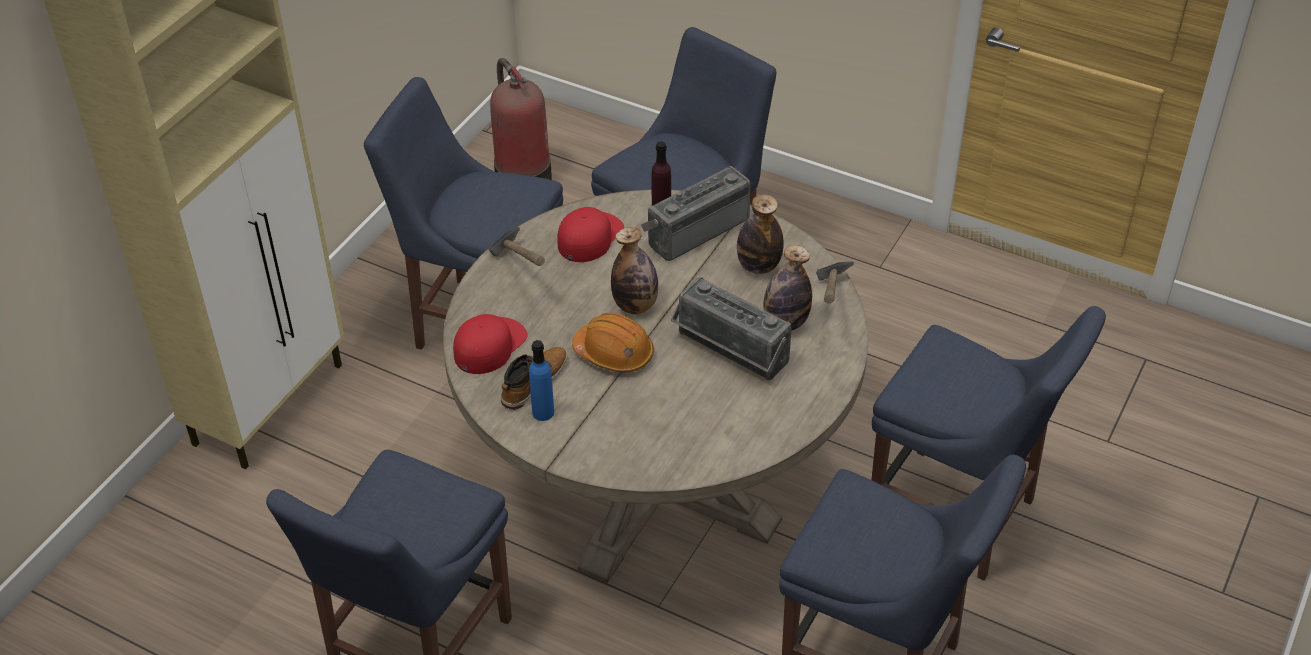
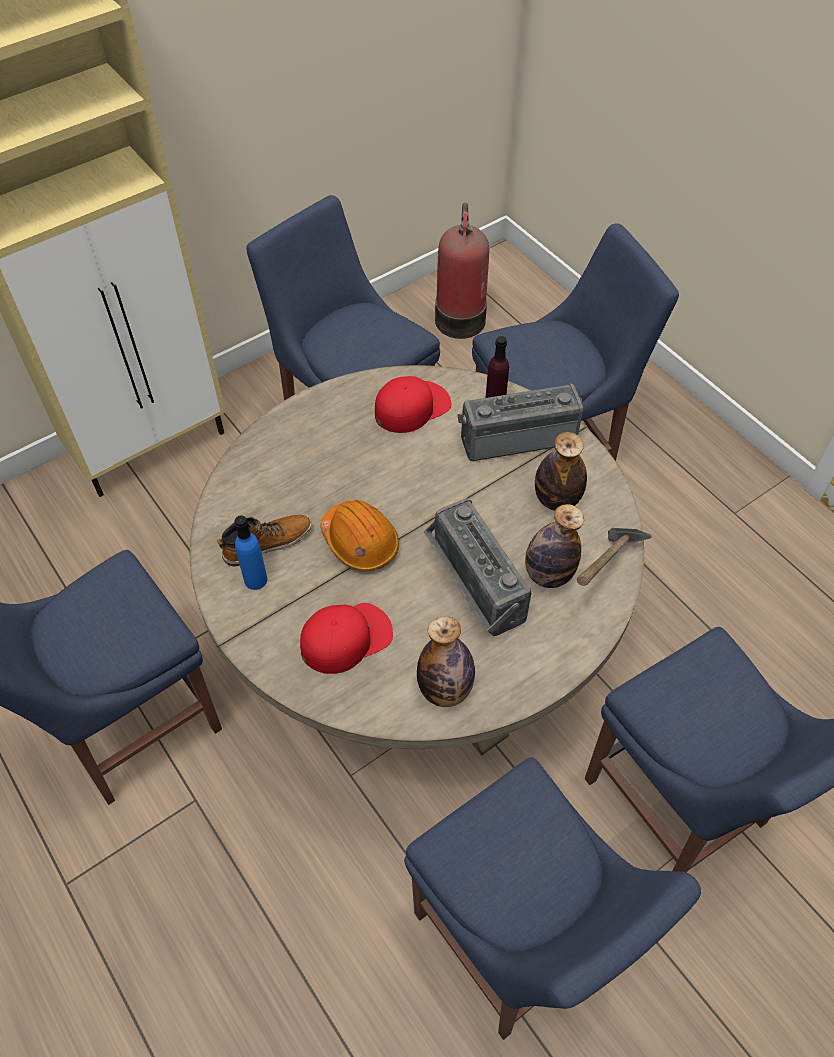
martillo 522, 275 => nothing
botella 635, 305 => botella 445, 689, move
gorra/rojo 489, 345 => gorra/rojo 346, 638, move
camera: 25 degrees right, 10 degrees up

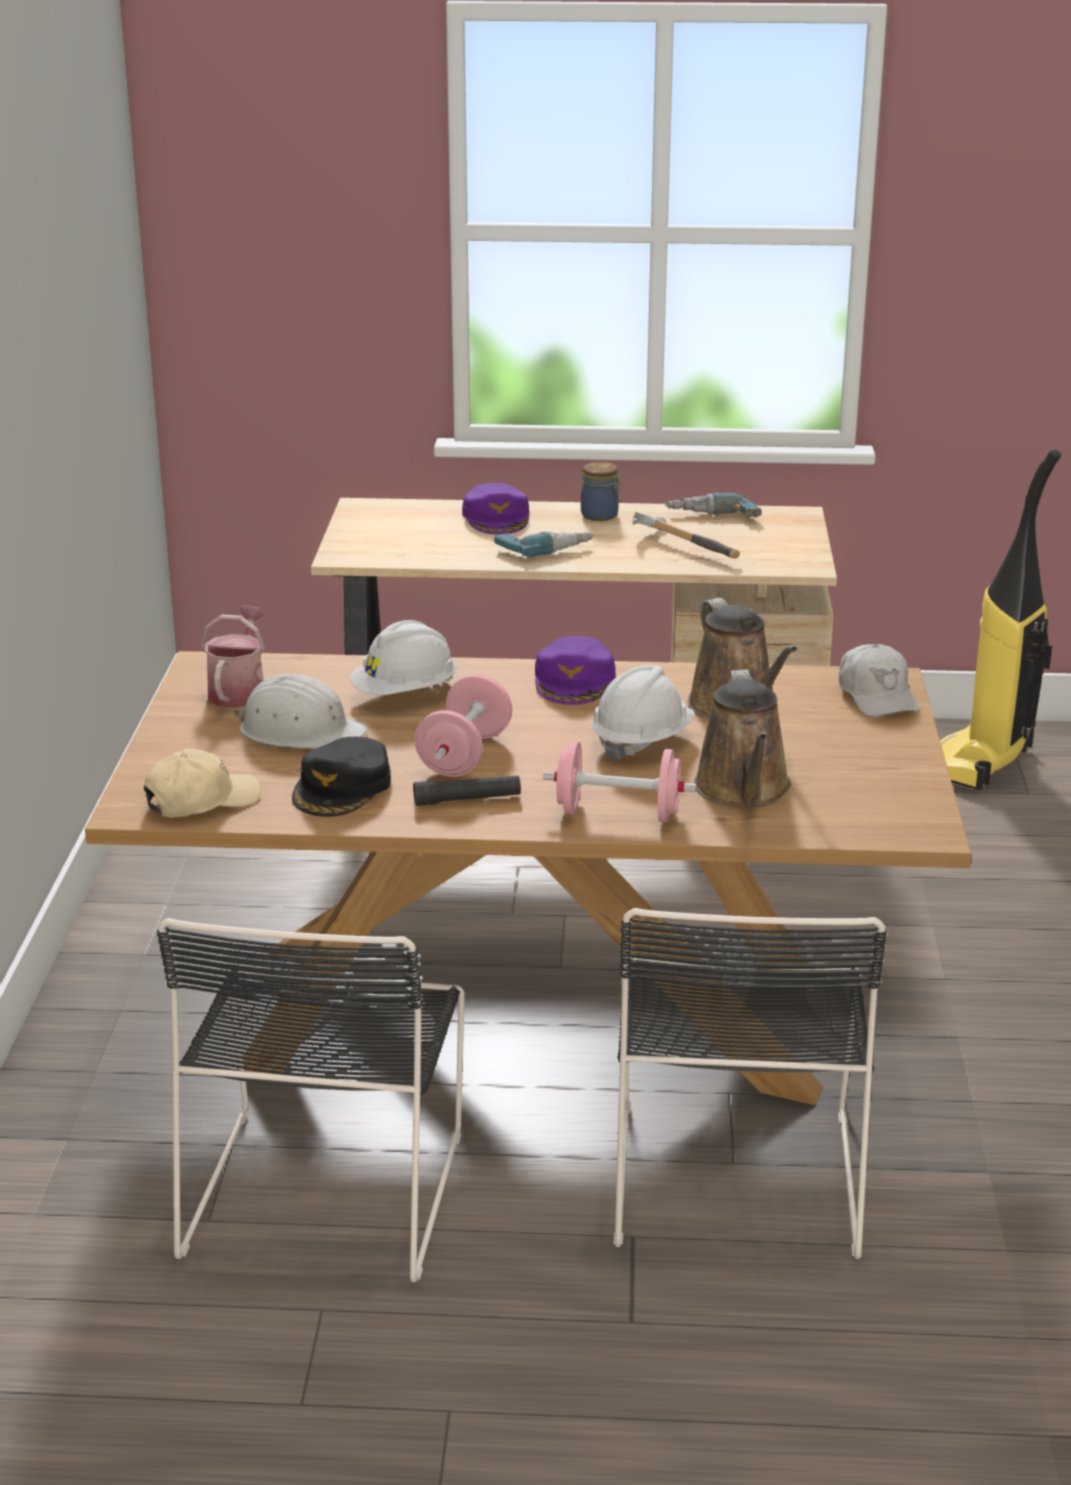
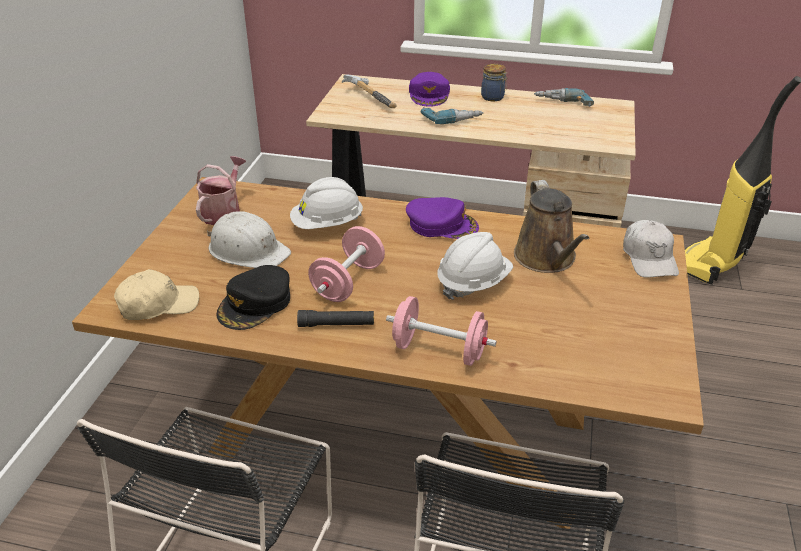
martillo 685, 546 => martillo 372, 97, move
gorra/morado 575, 681 => gorra/morado 442, 224, 90 degrees counterclockwise
regadera/marrón 743, 790 => nothing
camera: 10 degrees right, 10 degrees up

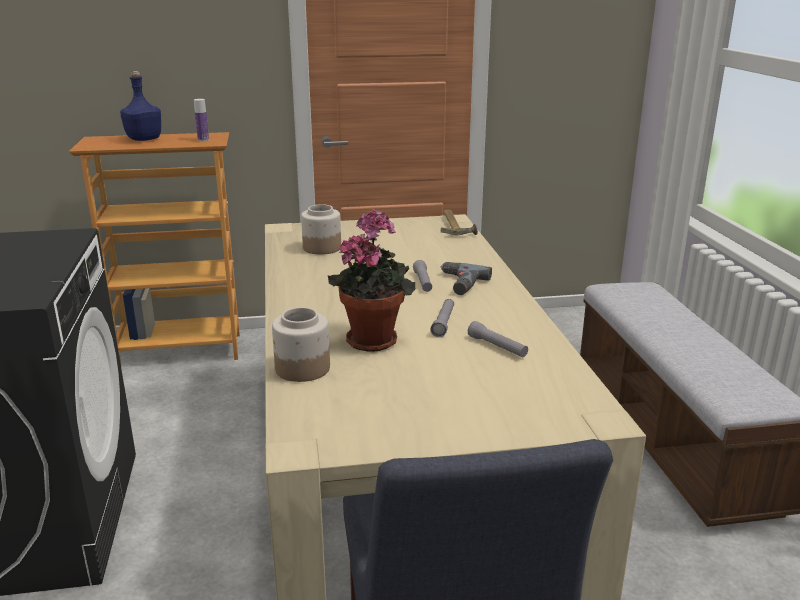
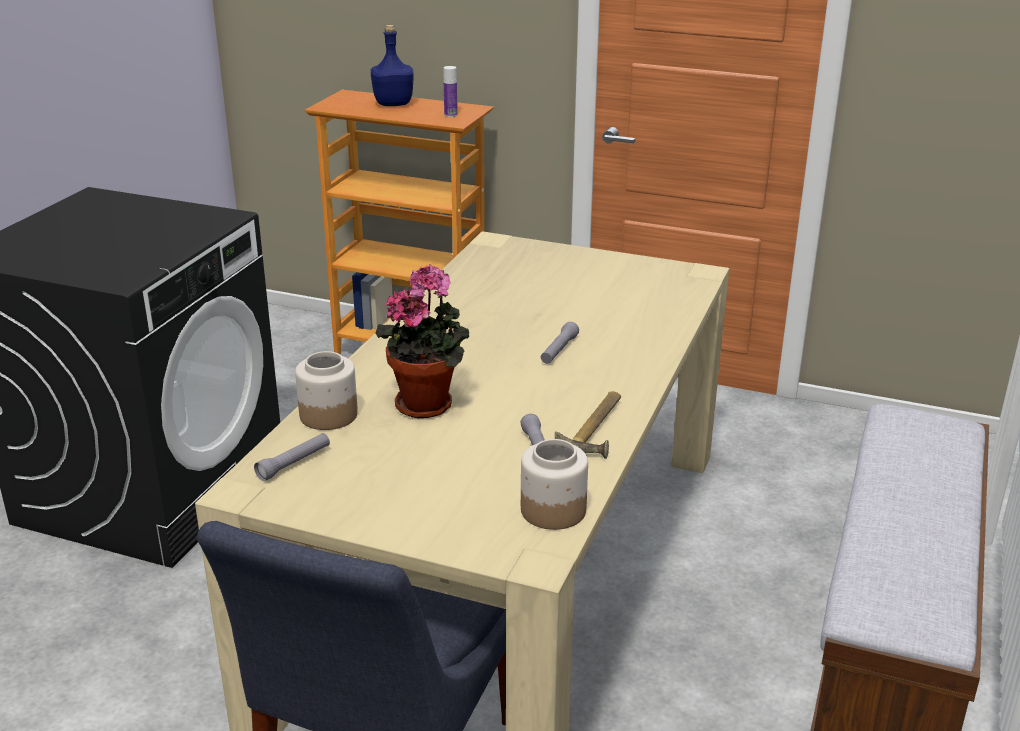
tarro 321, 248 => tarro 552, 510, move
martillo 455, 226 => martillo 599, 429, move
taladro 458, 284 => nothing
linterna/gris 443, 323 => linterna/gris 294, 463, move
camera: 30 degrees right, 5 degrees up

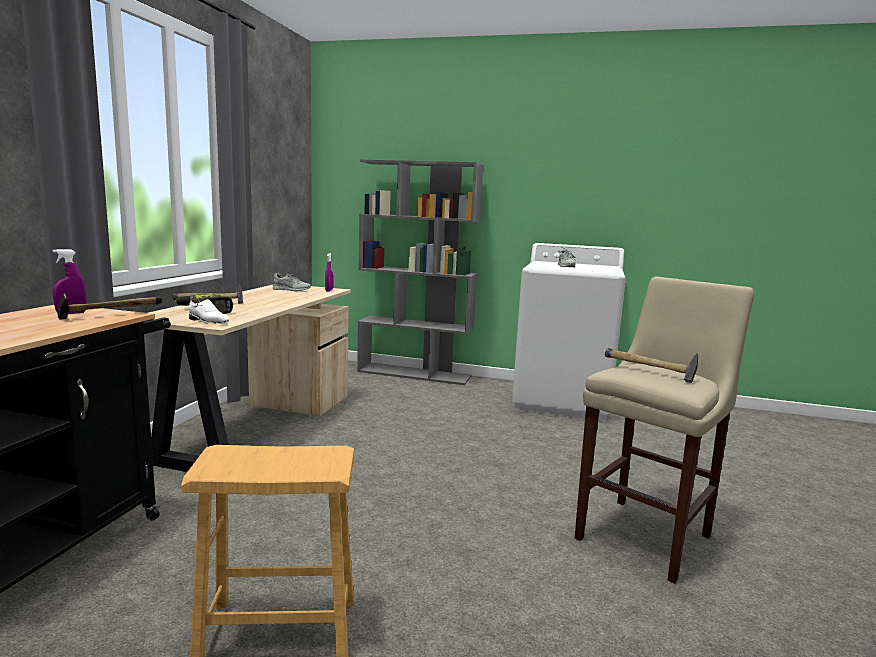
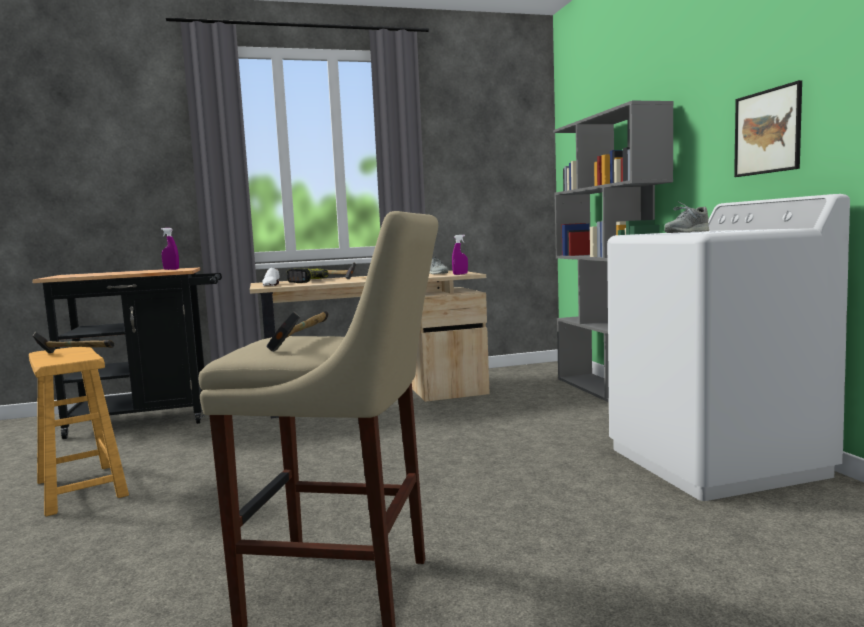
martillo 110, 315 => martillo 75, 354, move
nothing => cuadro 767, 132
camera: 60 degrees right, 5 degrees down

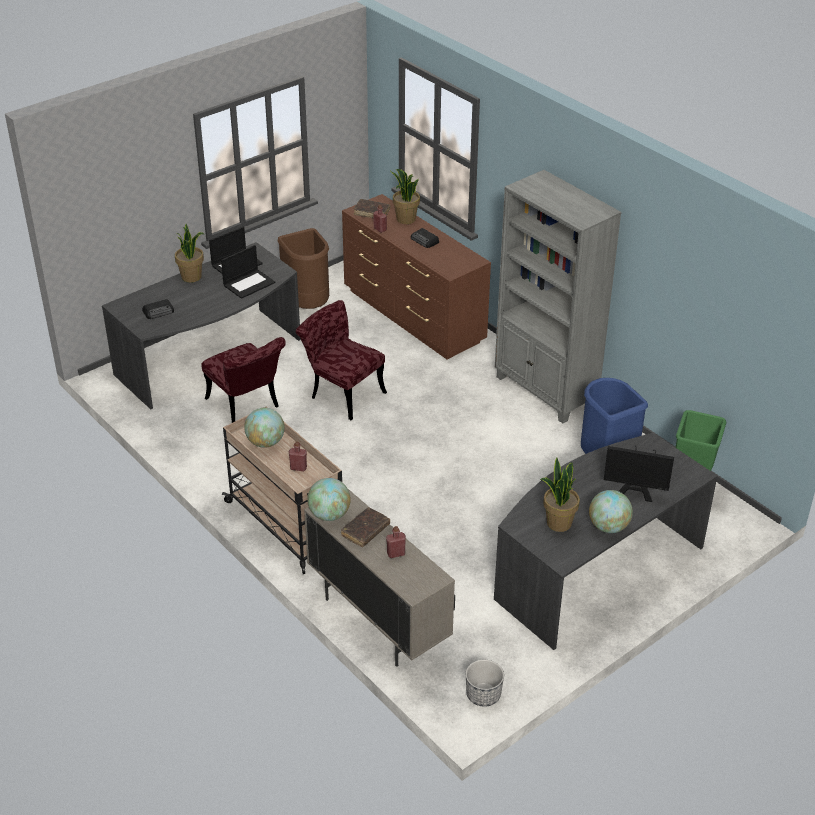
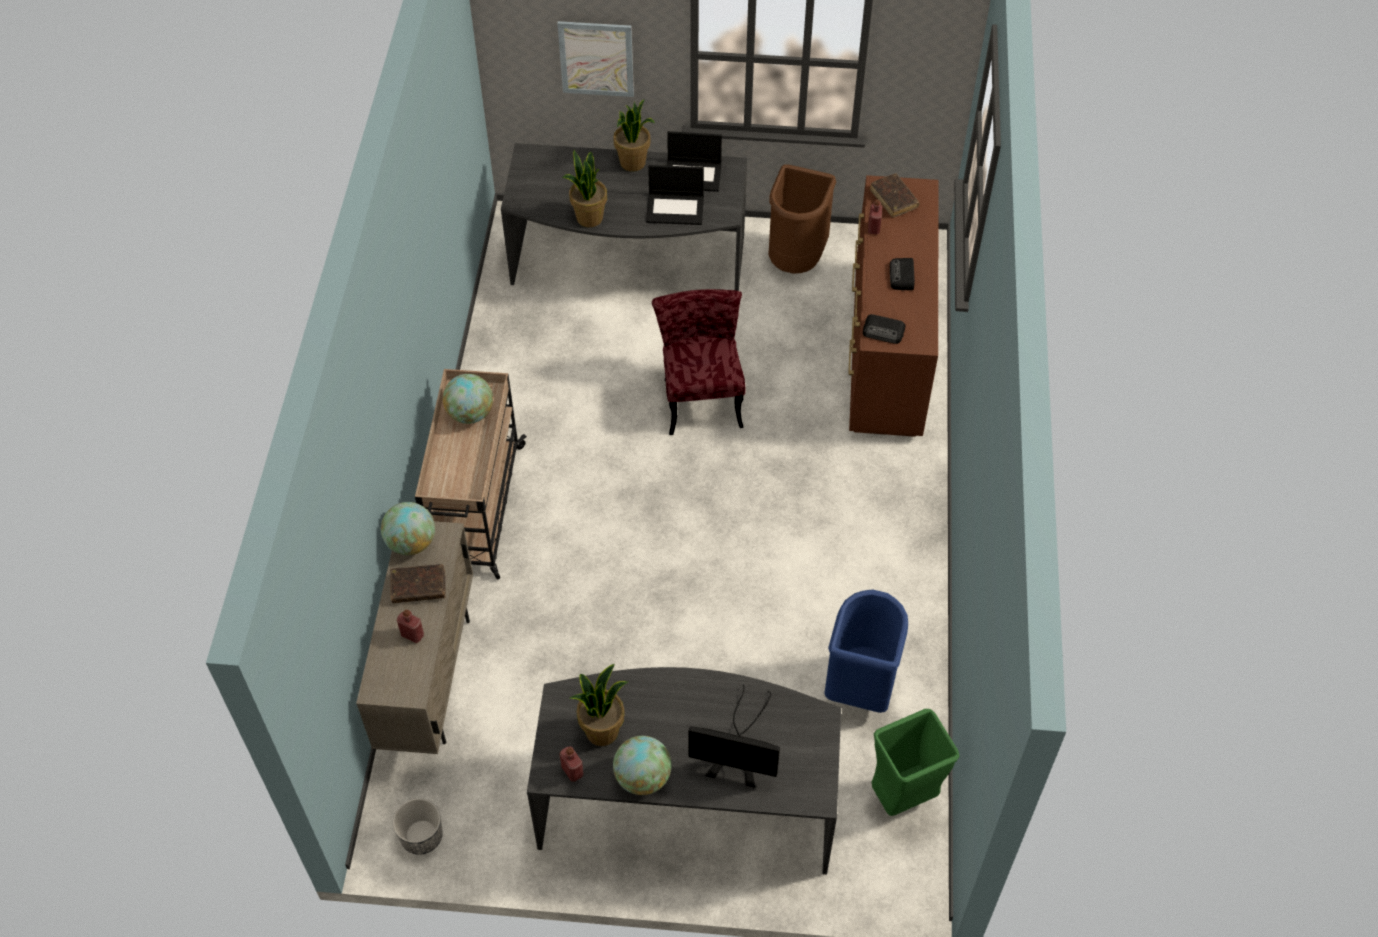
planta en maceta 405, 219 => planta en maceta 589, 218, move
estantería/gris 545, 391 => nothing
radio 159, 311 => radio 884, 332, move
silla/rojo 246, 406 => nothing
botella/rojo 298, 468 => botella/rojo 572, 771, move
monitor 636, 484 => monitor 737, 754, 45 degrees counterclockwise
nothing => cuadro 596, 58
camera: 45 degrees right, 15 degrees up

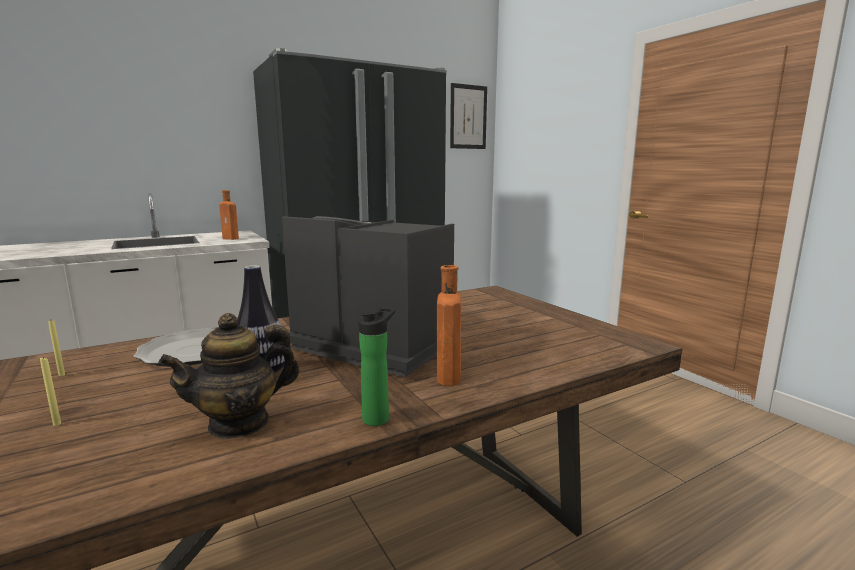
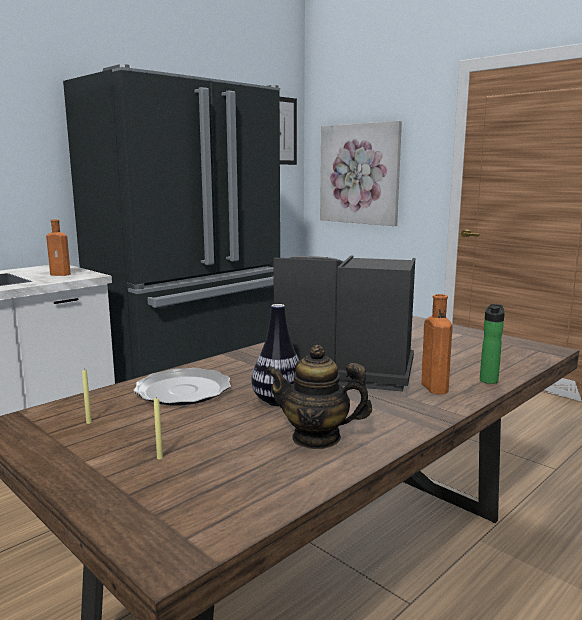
botella 378, 418 => botella 489, 379, move
tetera 239, 423 => tetera 316, 438, 60 degrees clockwise
nothing => cuadro 359, 174
camera: 15 degrees left, 0 degrees up

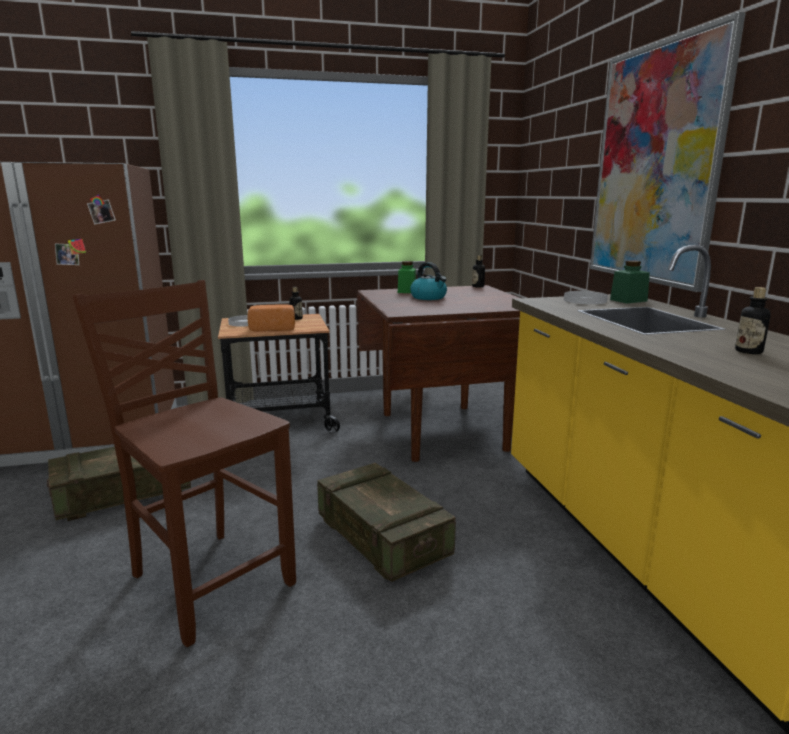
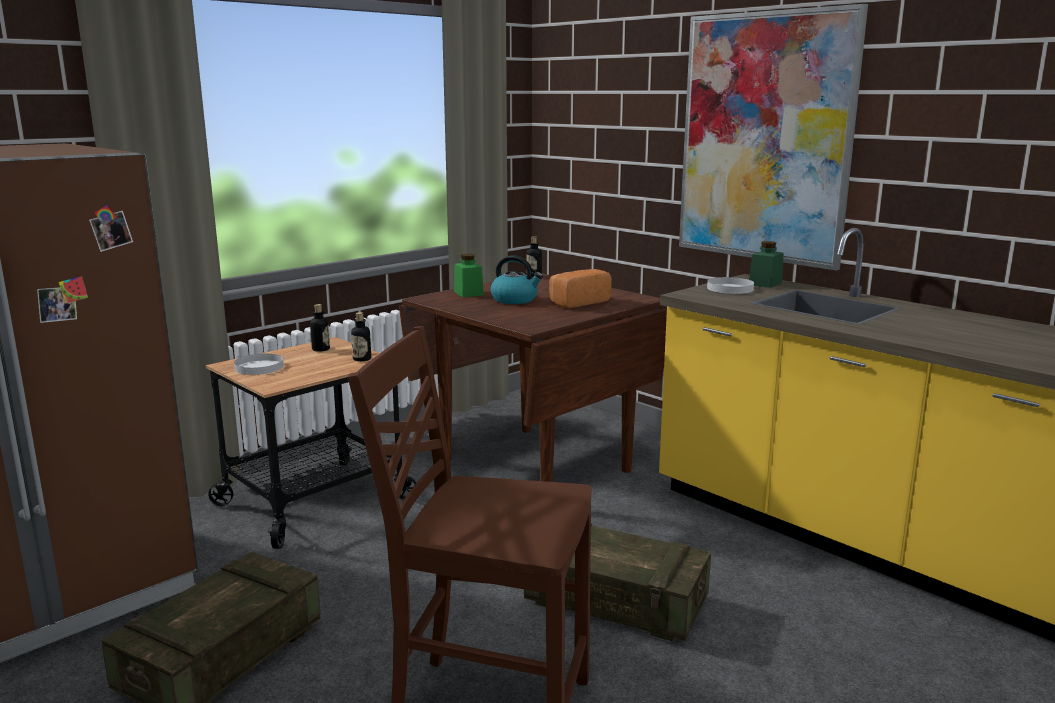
botella 748, 351 => botella 362, 359, move
pan 272, 328 => pan 577, 302, move
camera: 30 degrees left, 0 degrees up

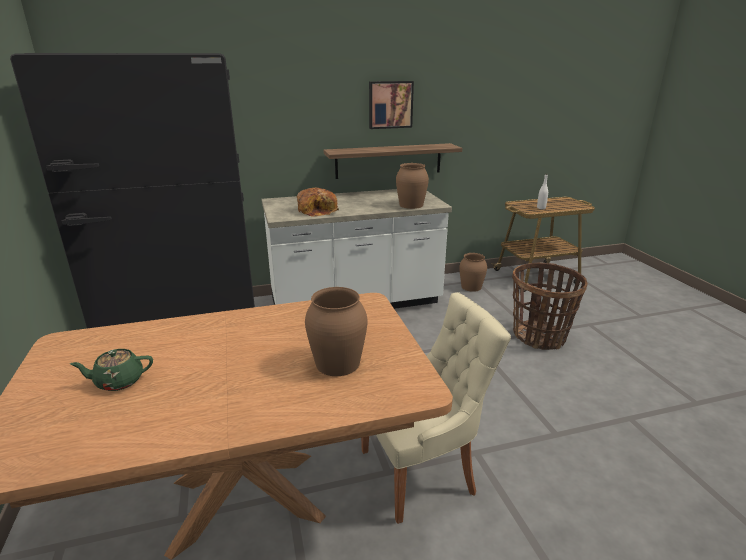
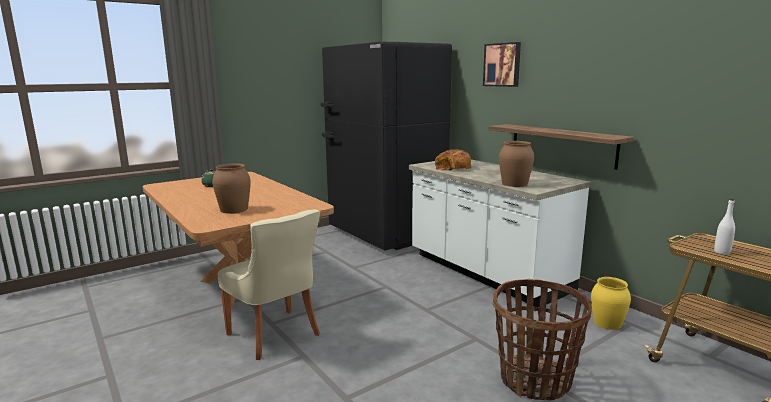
cuadro 390, 104 => cuadro 502, 65, move
florero/marrón 471, 287 => florero/amarillo 607, 323
camera: 70 degrees right, 10 degrees down

